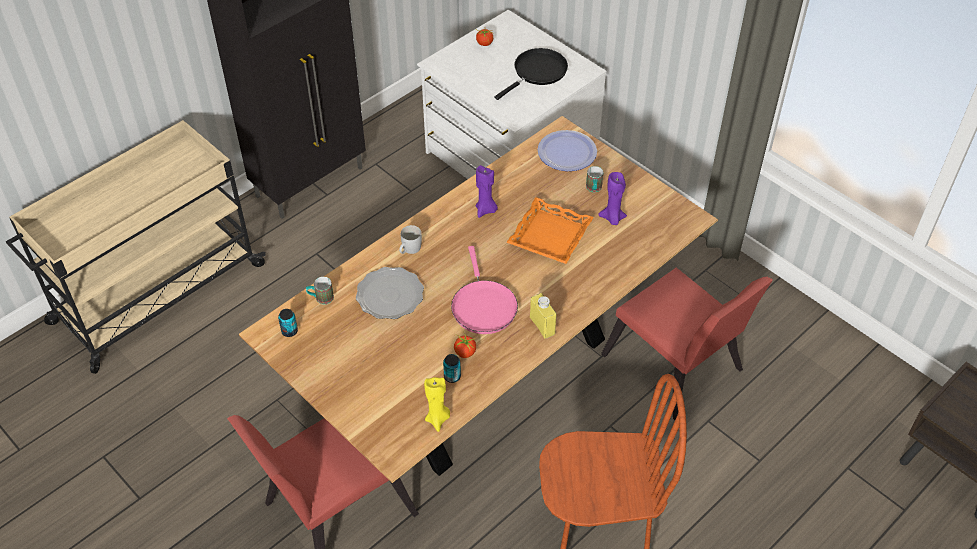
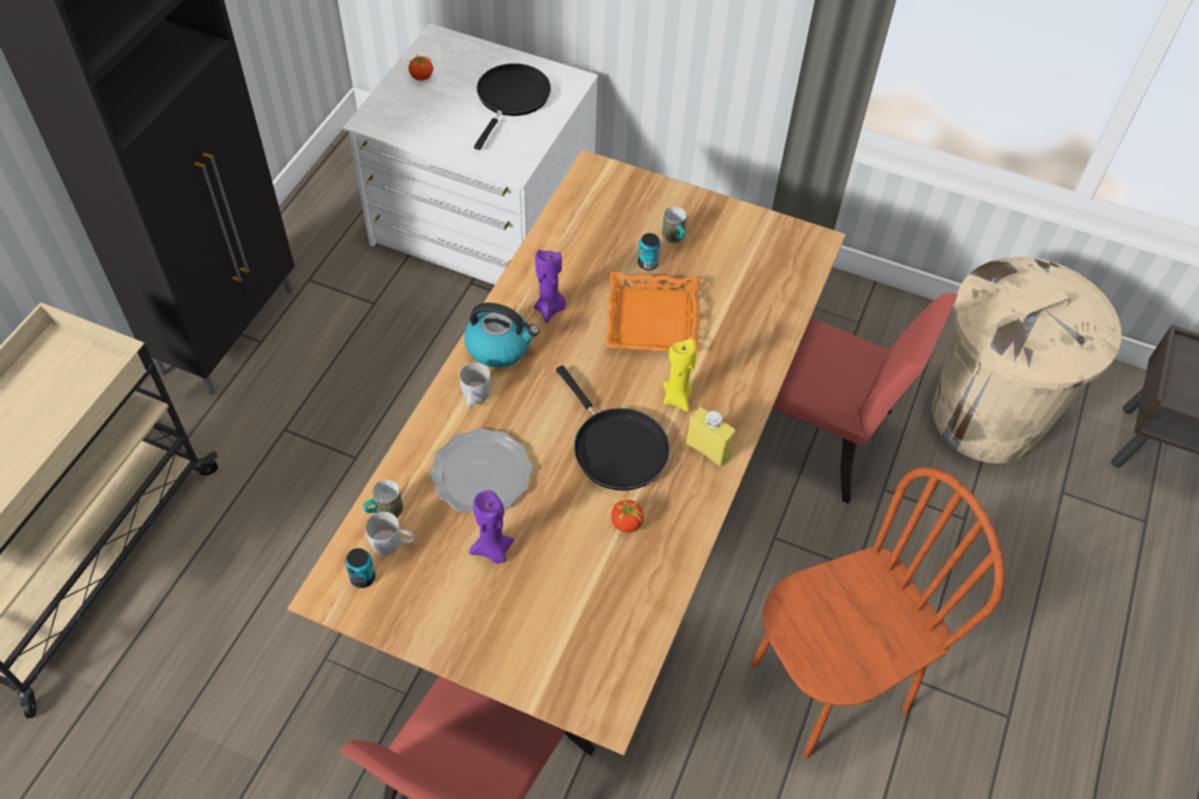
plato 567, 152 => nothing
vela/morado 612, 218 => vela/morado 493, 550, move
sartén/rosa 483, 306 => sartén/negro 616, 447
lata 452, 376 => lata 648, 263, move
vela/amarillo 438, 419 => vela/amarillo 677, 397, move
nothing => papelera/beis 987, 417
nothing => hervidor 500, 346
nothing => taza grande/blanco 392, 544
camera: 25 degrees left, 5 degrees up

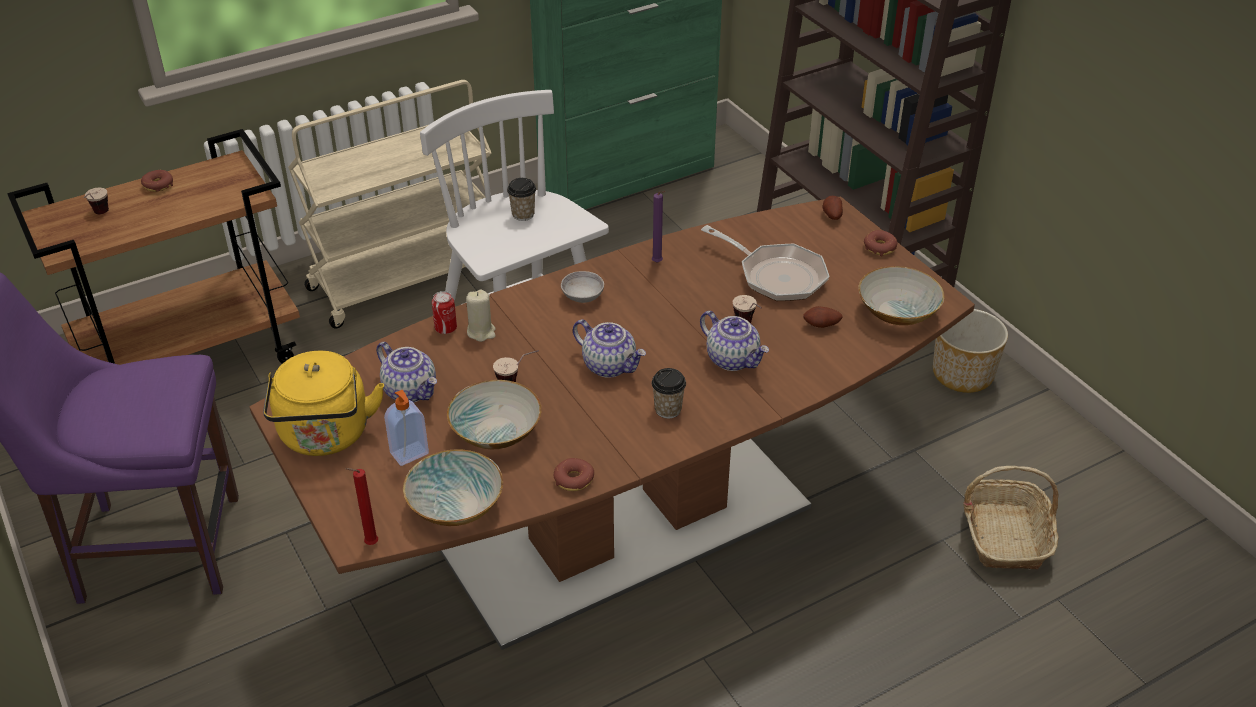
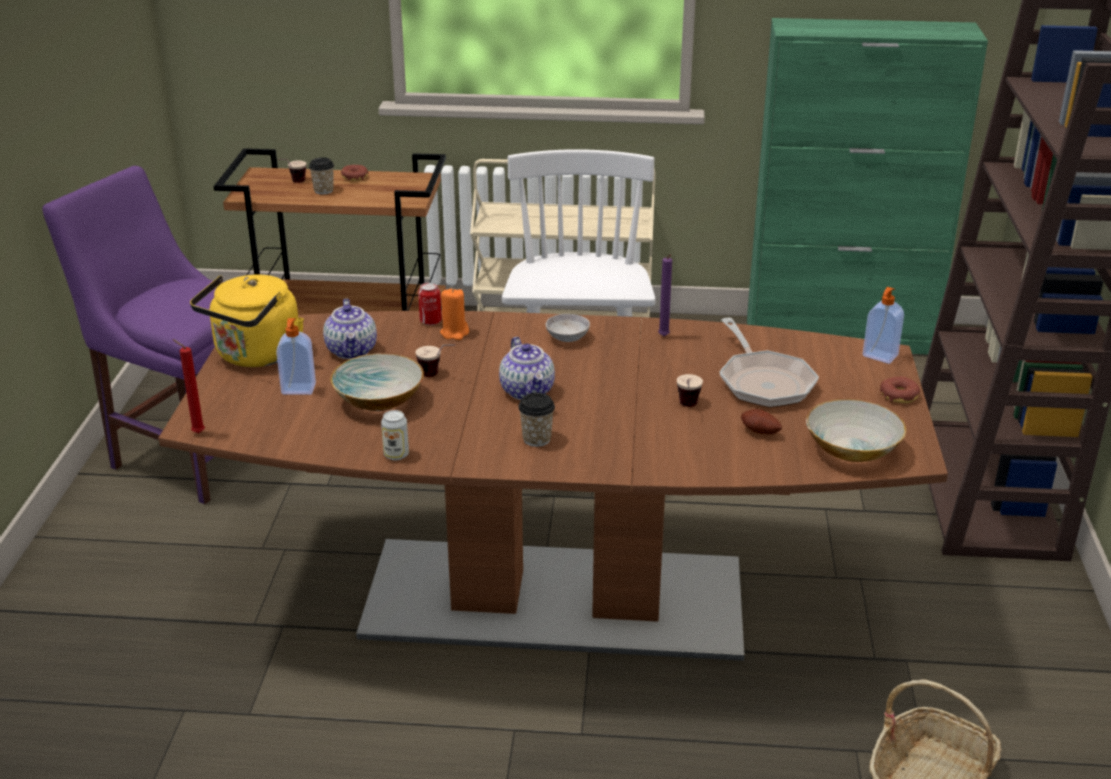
taza 523, 214 => taza 323, 190, move
patata 831, 215 => dispensador de jabón 879, 356
vela/beis 481, 332 => vela/naranja 454, 333
maceta 963, 374 => nothing
tetera 733, 359 => nothing
cuenco 457, 505 => nothing
rosquilla 573, 480 => lata 396, 455
camera: 35 degrees right, 10 degrees down

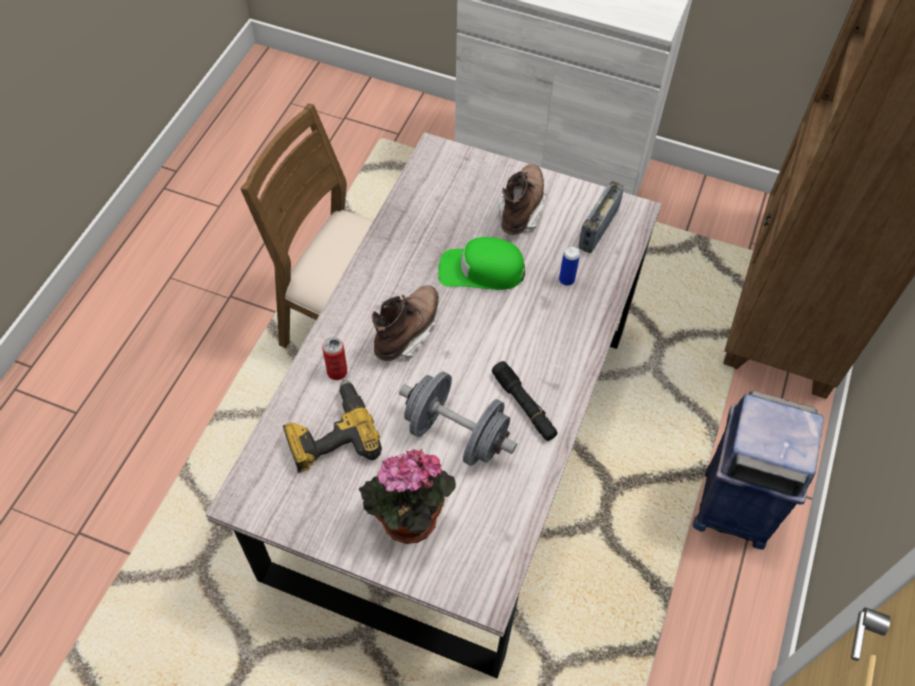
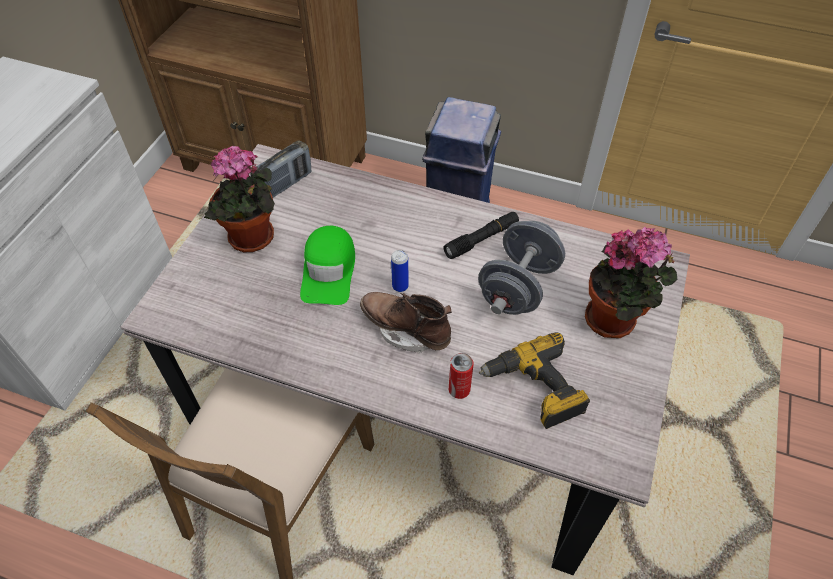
bota/marrón 521, 209 => planta en maceta 252, 240
radio 598, 229 => radio 284, 185, 75 degrees counterclockwise
lata 566, 280 => lata 400, 286, move
camera: 90 degrees left, 5 degrees down

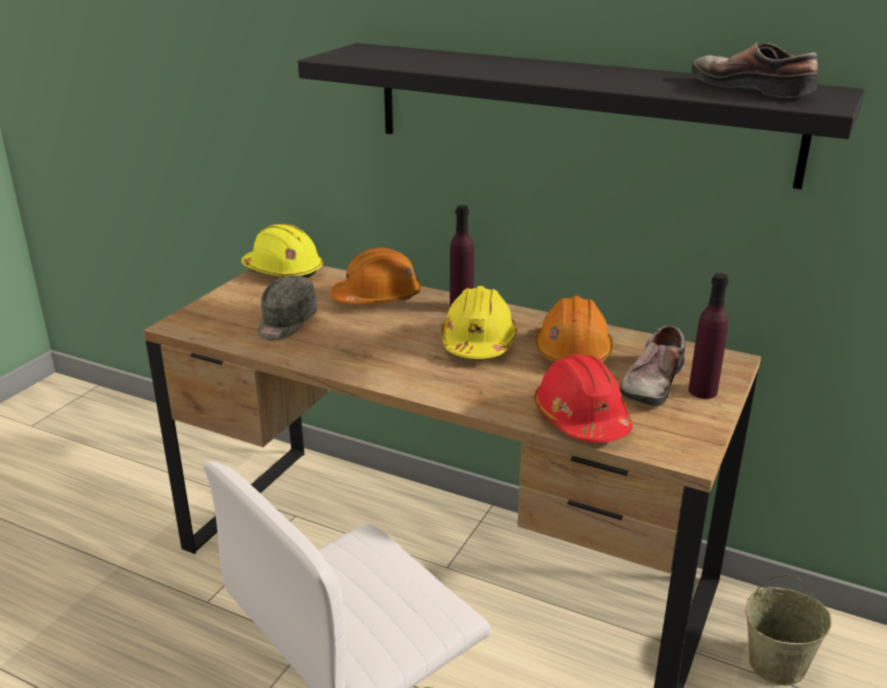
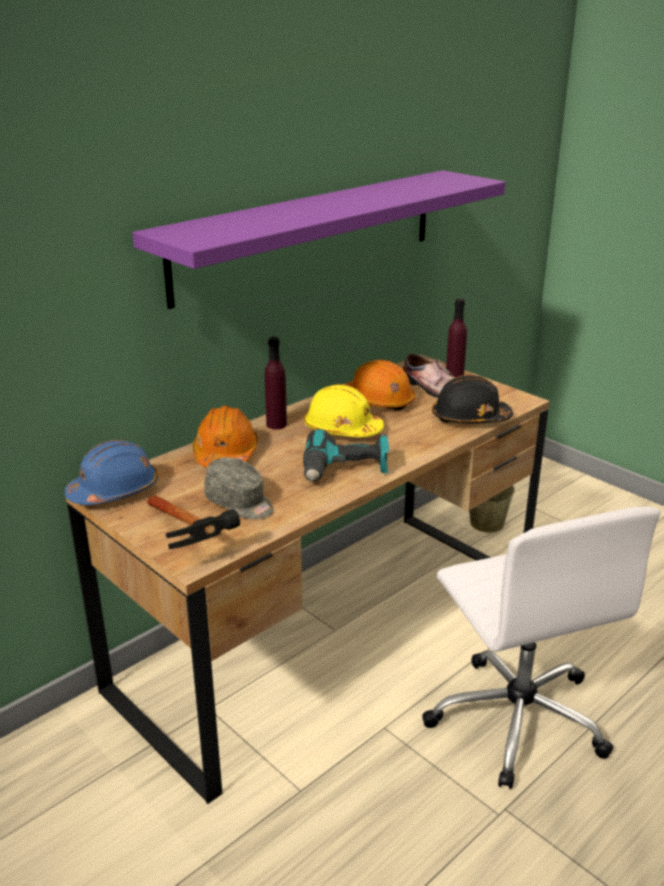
zapato 753, 88 => nothing
estante/negro 578, 111 => estante/morado 310, 234
casco/amarillo 283, 271 => casco/azul 114, 491
casco/rojo 581, 419 => casco/negro 470, 418
nothing => taladro 345, 470
nothing => martillo 191, 543
camera: 70 degrees left, 0 degrees up

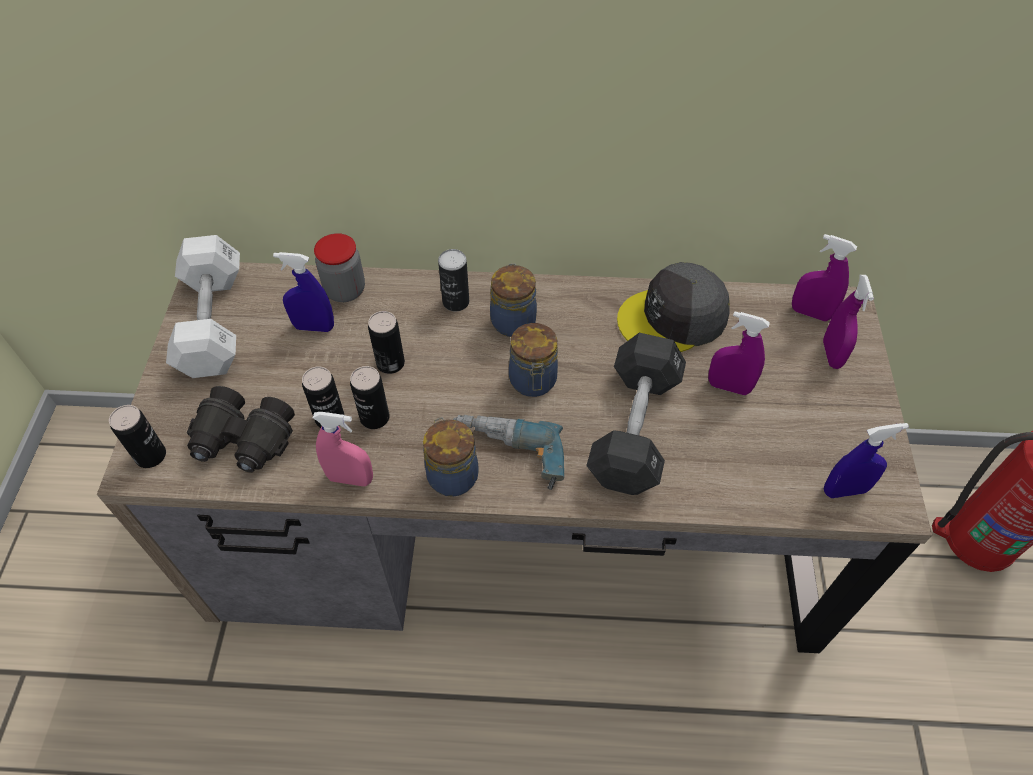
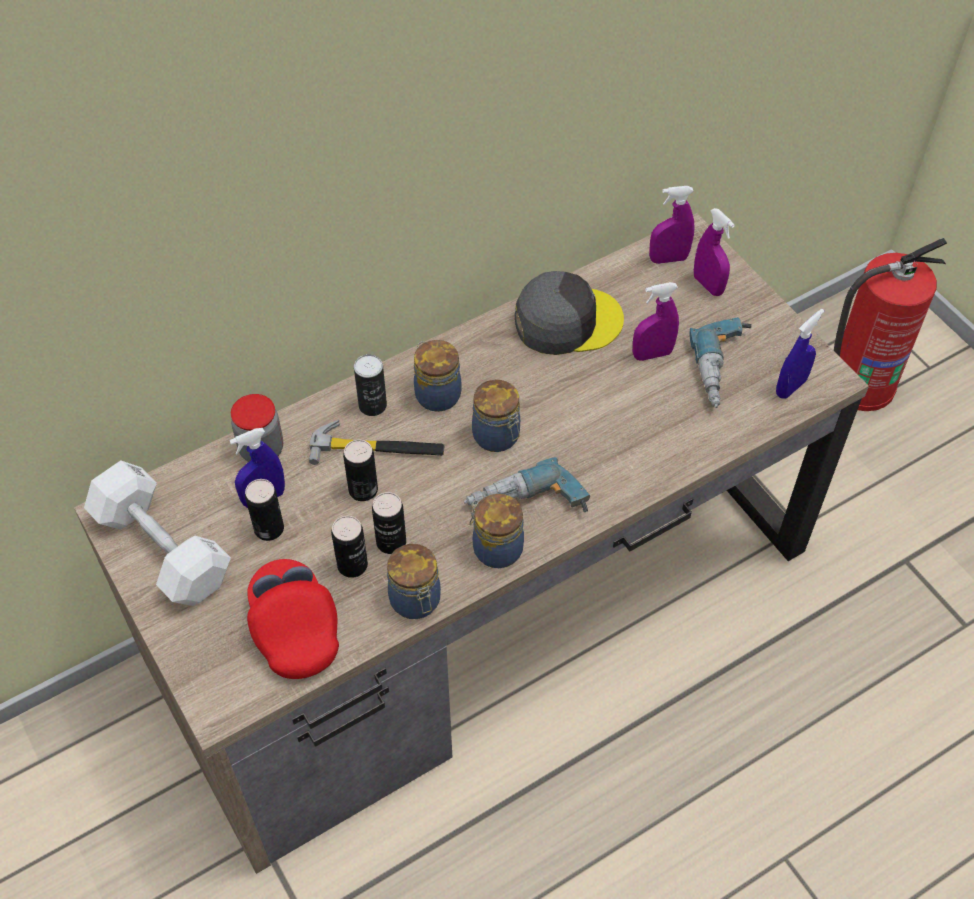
gorra/gris 673, 318 => gorra/gris 566, 321, 135 degrees counterclockwise
mancuerna/negro 634, 428 => nothing
prismáticos/negro 243, 441 => gorra/rojo 294, 628
lata 151, 456 => lata 269, 529, move
pulverizador/rosa 350, 479 => tarro 416, 601
nothing => taladro 725, 370
nothing => martillo 377, 448
camera: 35 degrees left, 0 degrees up

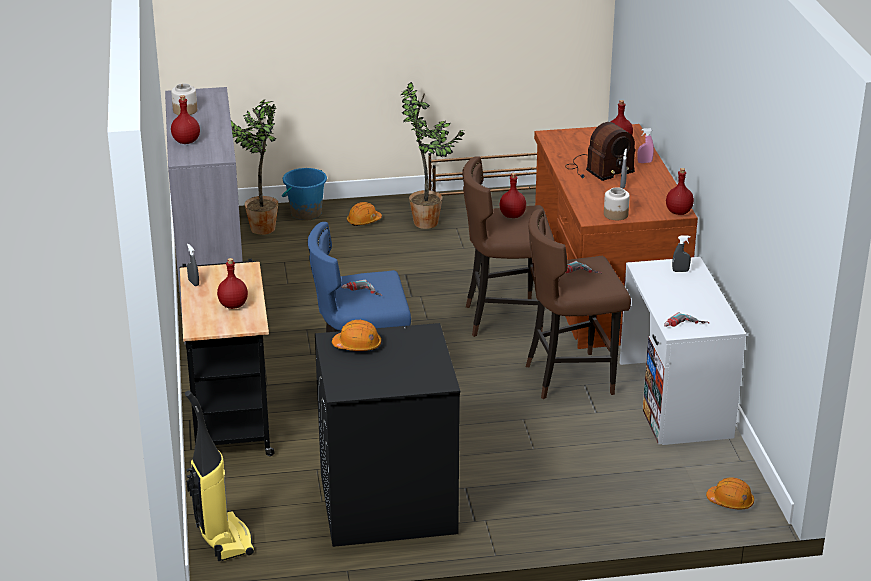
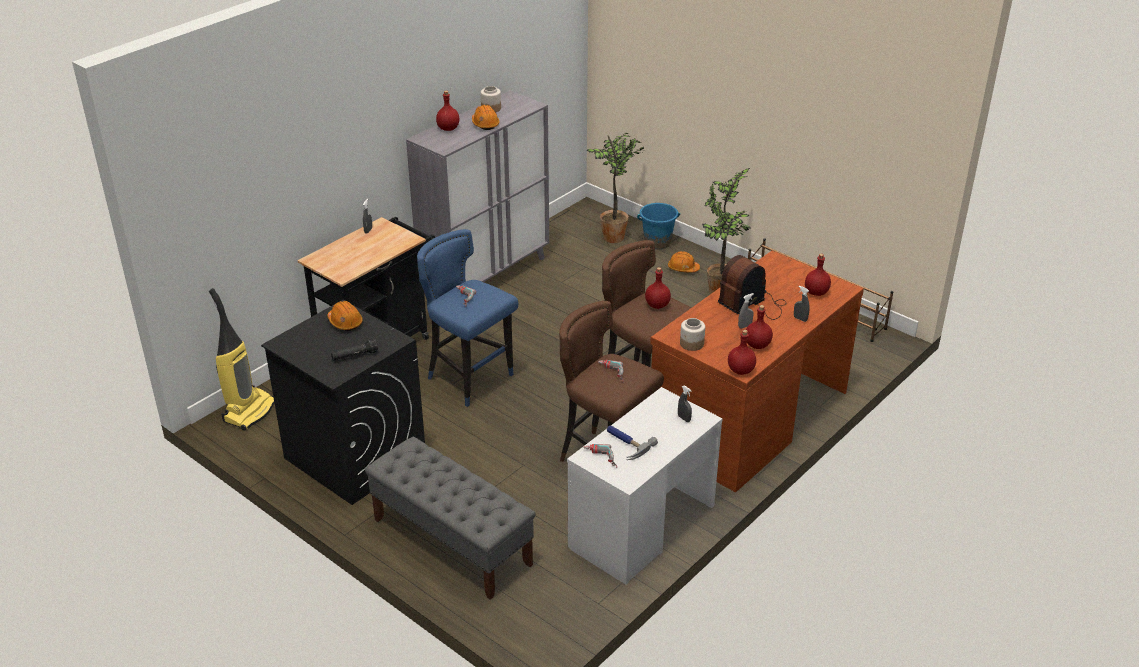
radio 598, 169 => radio 753, 304, 120 degrees clockwise
pulverizador/rosa 644, 162 => pulverizador/gris 800, 319
botella/rojo 234, 305 => botella/rojo 757, 345, move
casco/naranja 730, 501 => casco/naranja 485, 124, move
nothing => linterna/negro 354, 356
nothing => martillo 625, 443
nothing => banco/gris 451, 541
camera: 50 degrees right, 5 degrees up

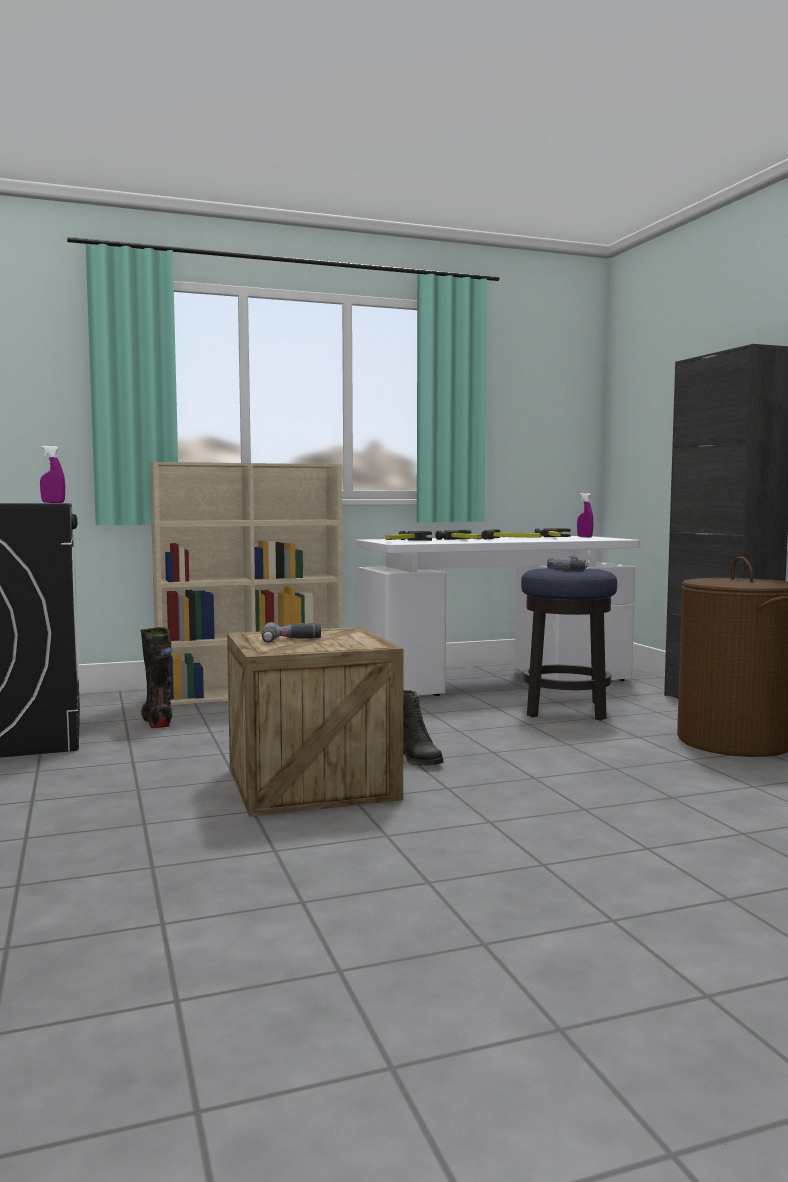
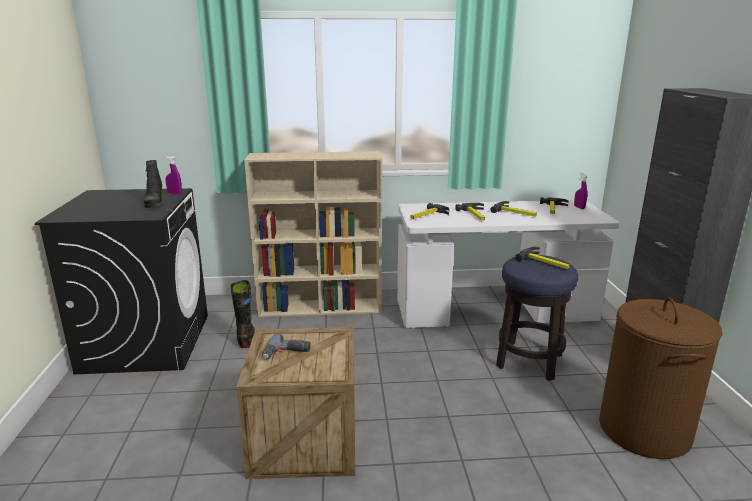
taladro 573, 568 => martillo 545, 262
bota/negro 417, 759 => bota/negro 154, 204, move
camera: 15 degrees right, 15 degrees up

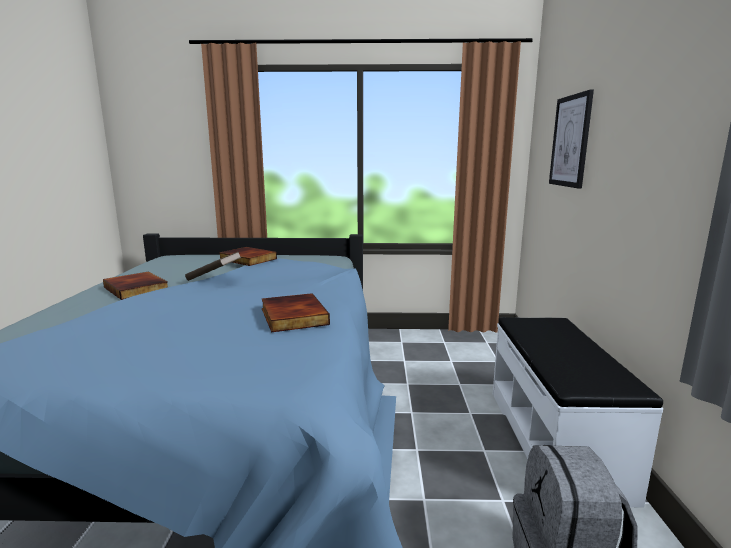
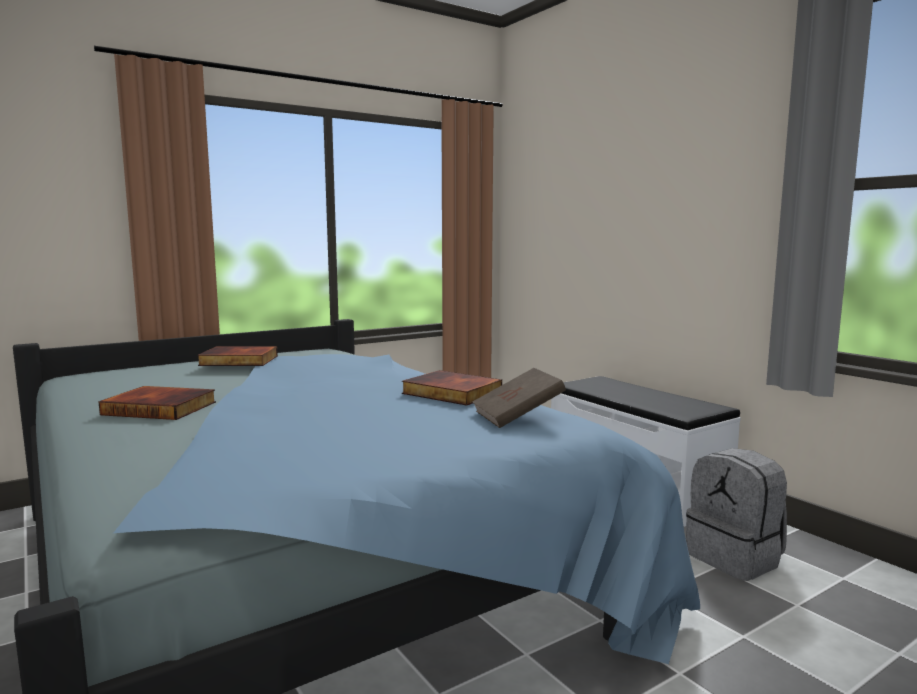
cuadro 570, 141 => nothing
libro/marrón 214, 277 => libro/marrón 517, 417, move
camera: 35 degrees left, 5 degrees down

